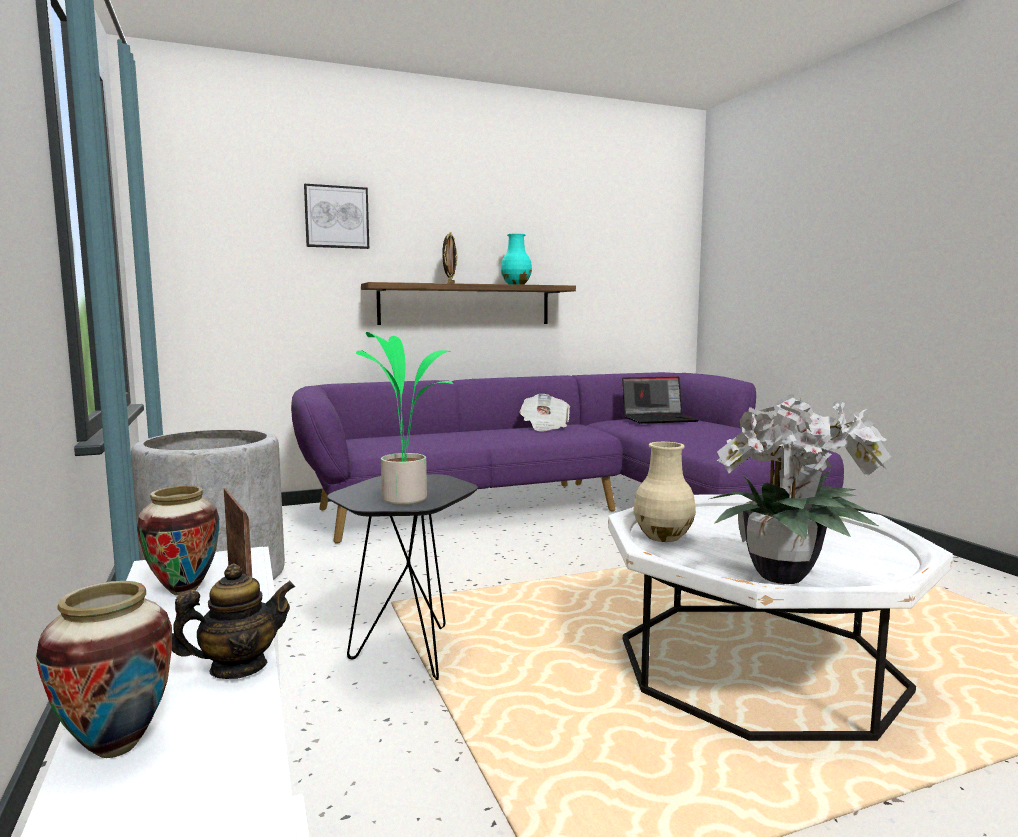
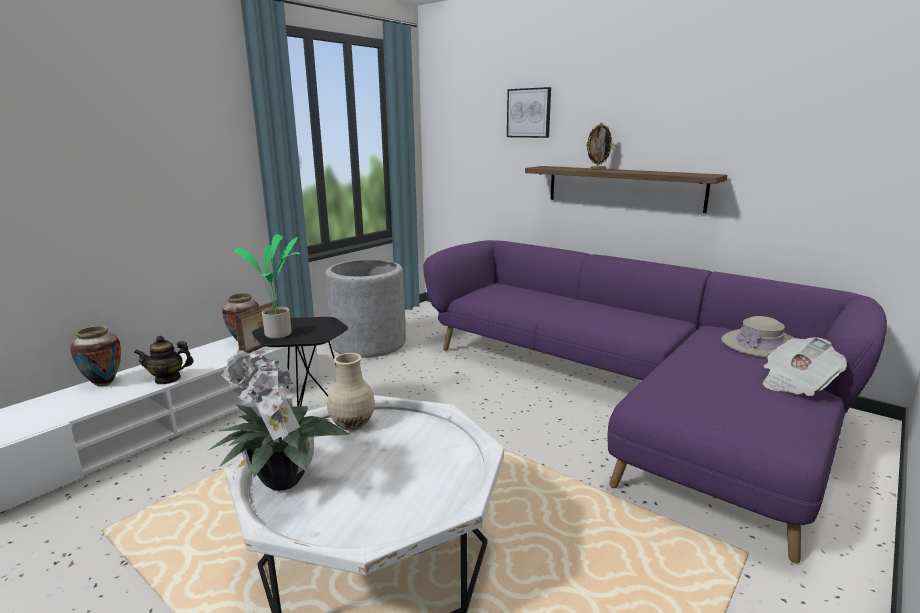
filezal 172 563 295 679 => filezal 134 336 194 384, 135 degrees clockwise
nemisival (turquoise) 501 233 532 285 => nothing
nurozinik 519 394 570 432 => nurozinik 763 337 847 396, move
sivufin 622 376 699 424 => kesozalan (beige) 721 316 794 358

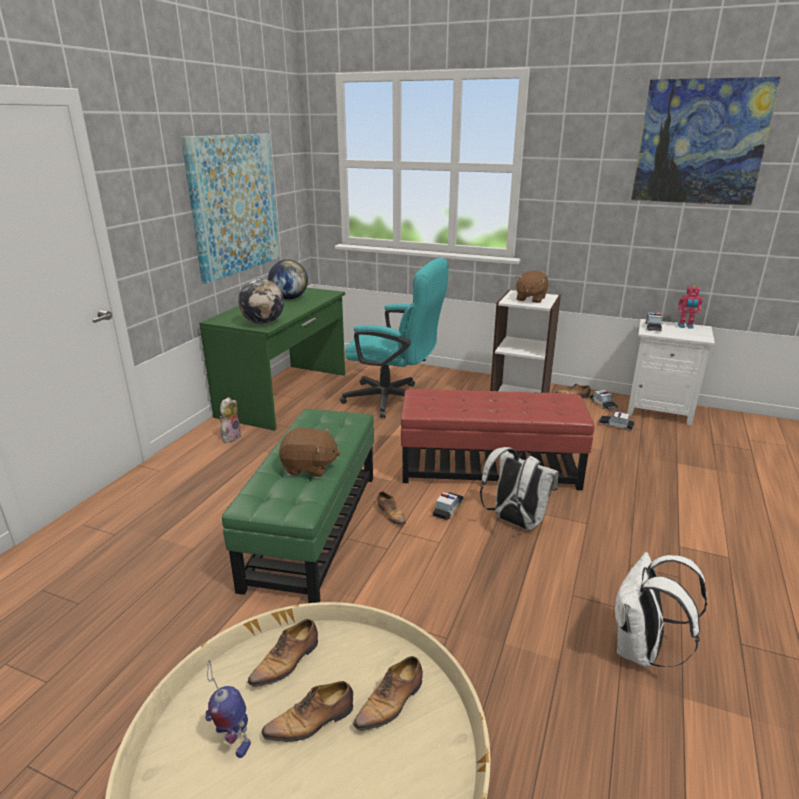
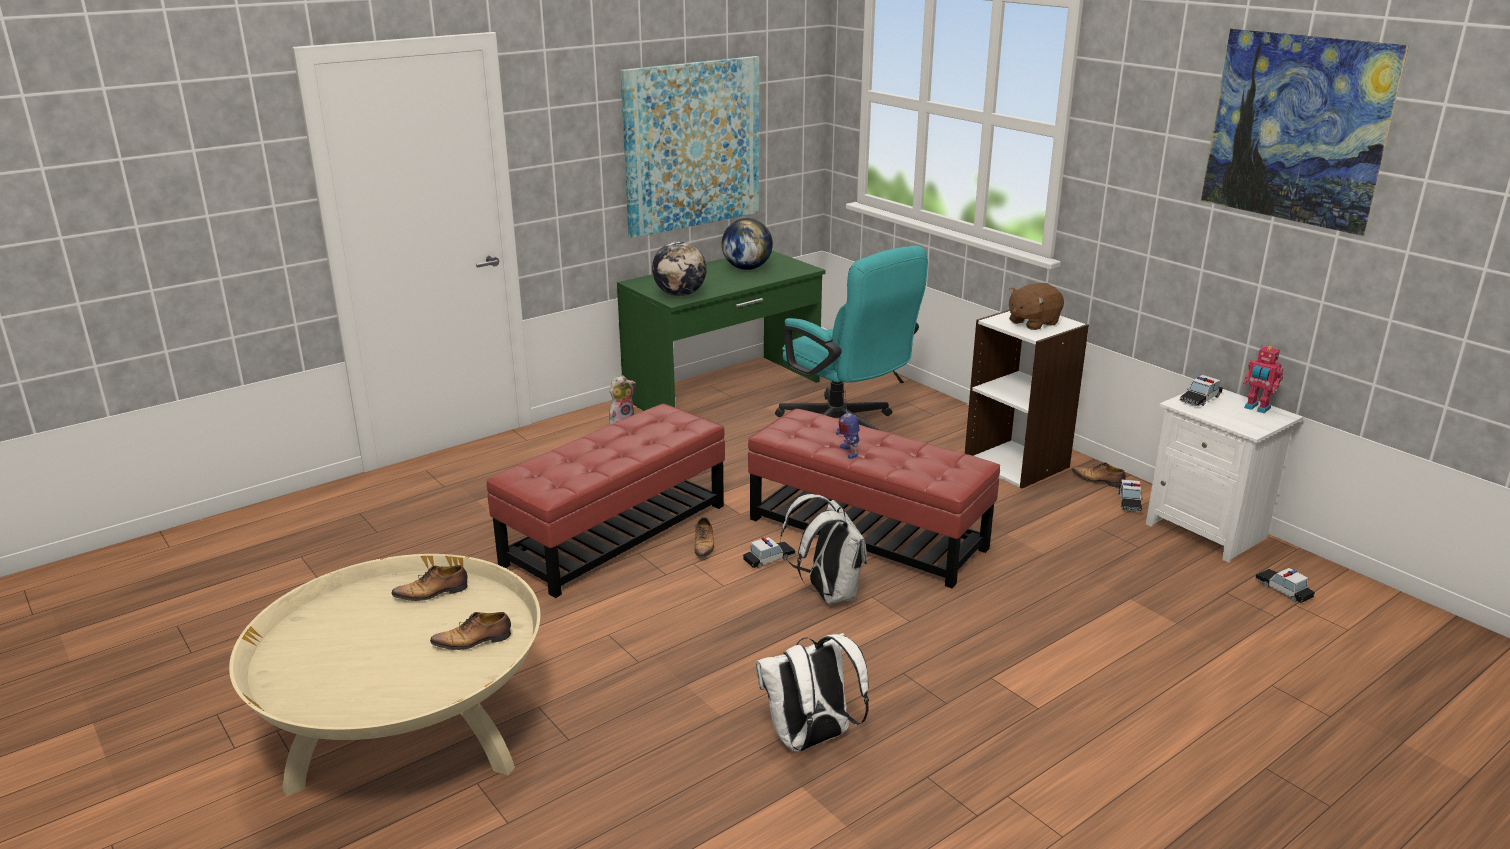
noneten 205 661 251 758 => noneten 836 390 860 459, move
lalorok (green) 222 409 374 603 => lalorok (red) 486 404 725 598
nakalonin 261 681 353 742 => nothing
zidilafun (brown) 279 427 341 477 => nothing
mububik 599 411 634 431 => mububik 1255 568 1315 603, move

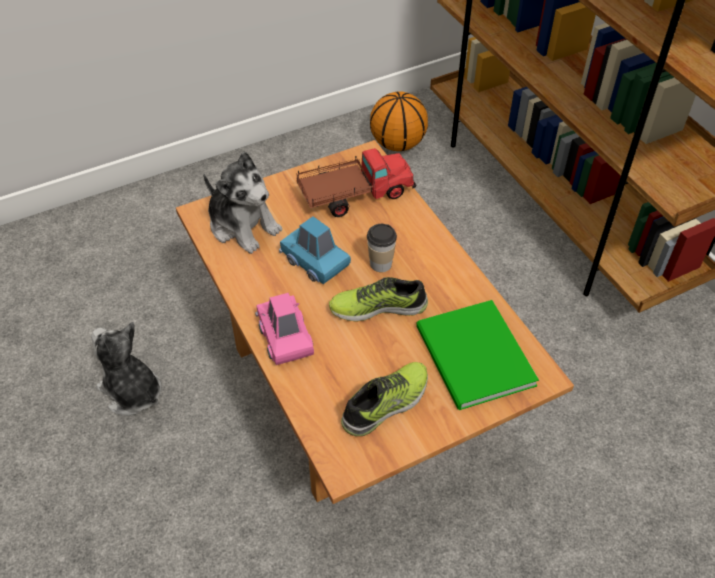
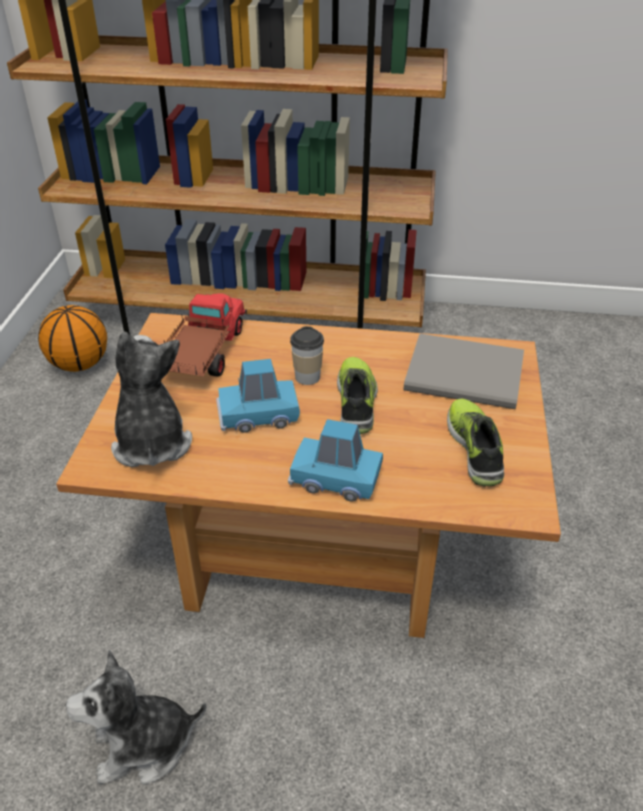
zidilafun 203 152 282 254 => zidilafun 111 331 192 467, 90 degrees counterclockwise
mububik (pink) 255 293 314 365 => mububik (blue) 288 419 383 502
nakalonin 329 277 428 322 => nakalonin 337 357 378 434, 150 degrees clockwise
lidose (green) 416 300 539 410 => lidose (grey) 403 334 524 409

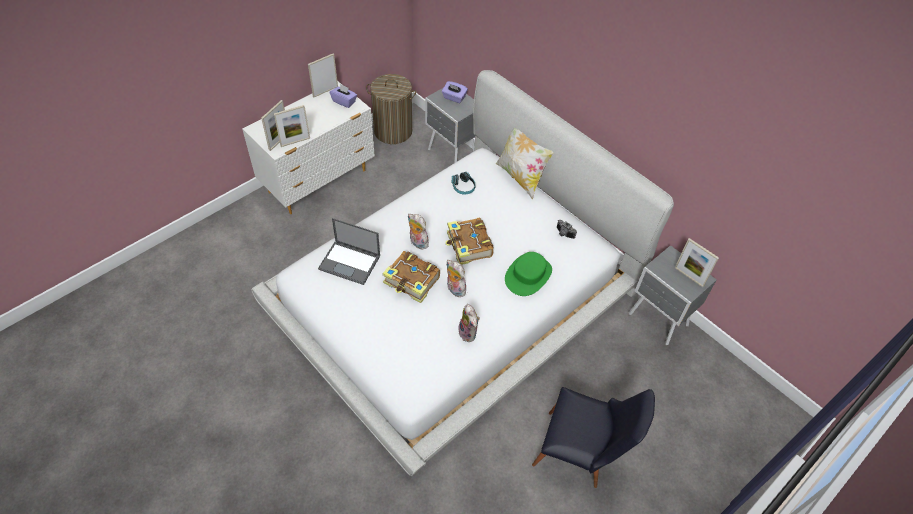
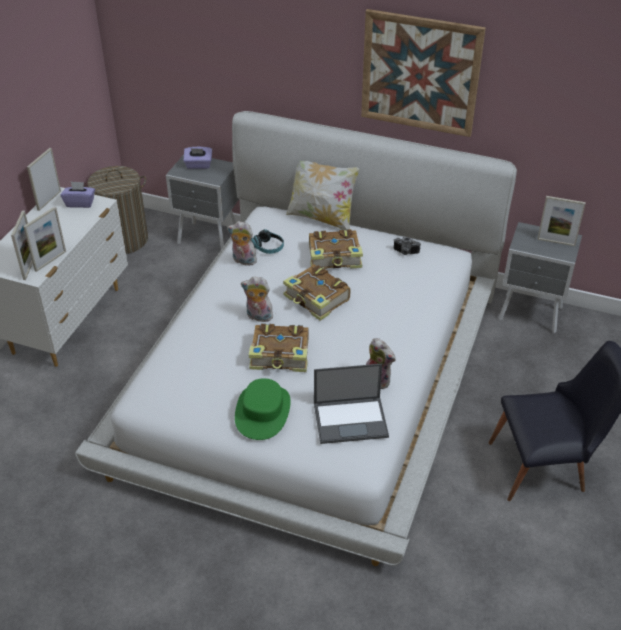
sivufin 318 218 380 285 => sivufin 314 364 389 444, move
zidilafun 447 260 466 297 => zidilafun 227 221 259 266, move
kesozalan (green) 505 252 552 296 => kesozalan (green) 235 378 291 440, move
nothing => lidose 309 229 363 269
nothing => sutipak 361 9 486 137

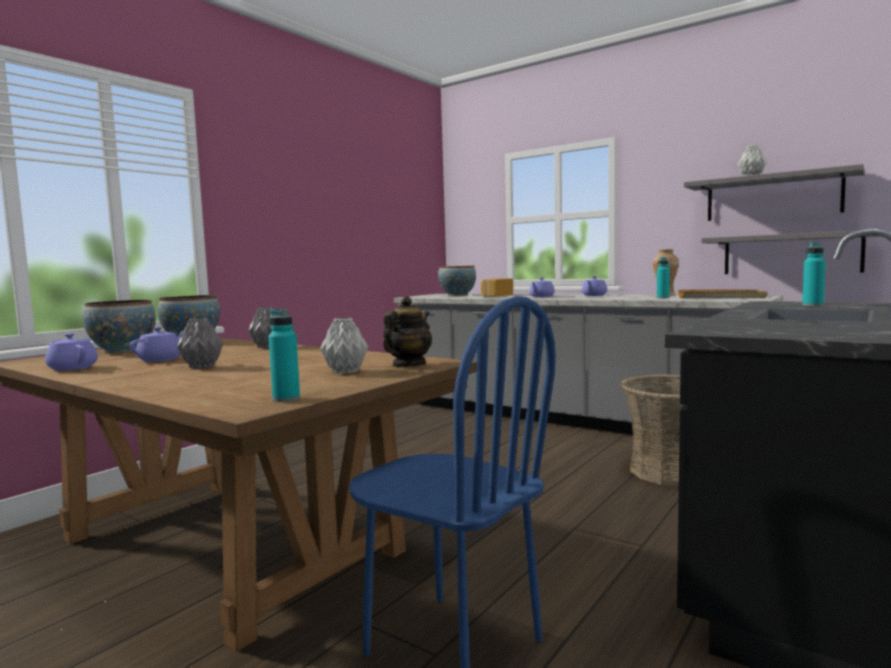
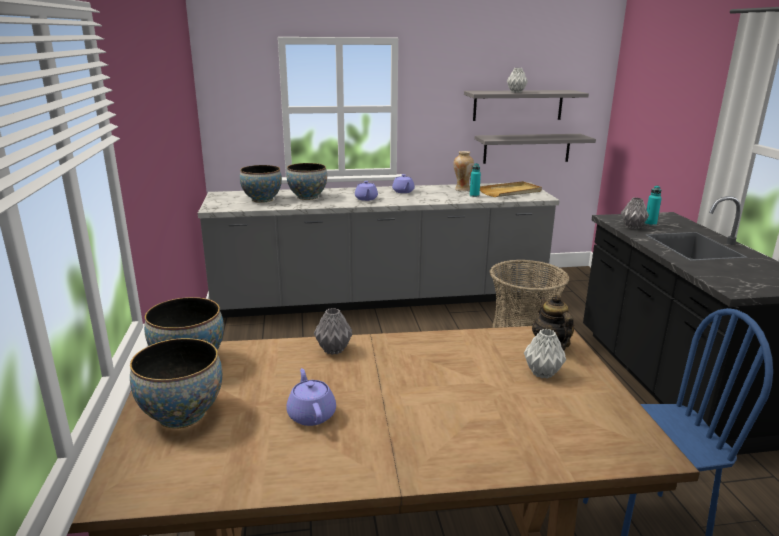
filezal (purple) 45 333 98 371 => nothing
nemisival (grey) 177 318 224 369 => nemisival (grey) 621 198 649 229, move
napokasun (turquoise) 269 309 300 402 => nothing
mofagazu 481 278 513 297 => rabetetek 287 163 327 200

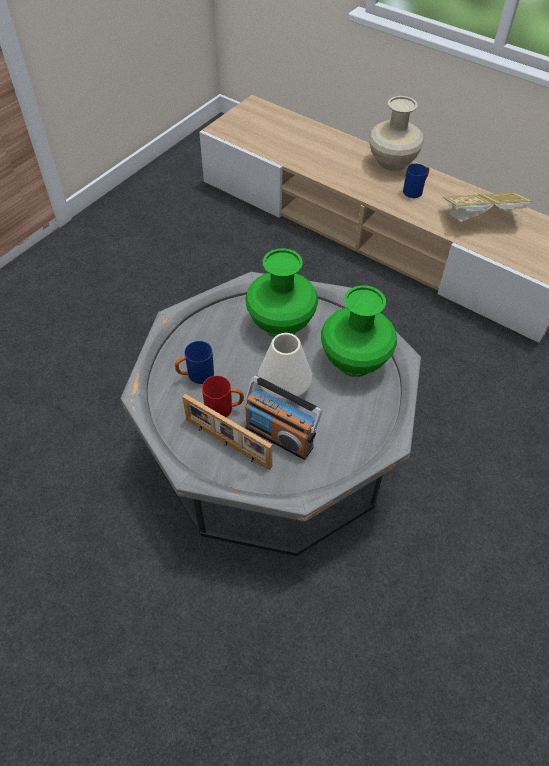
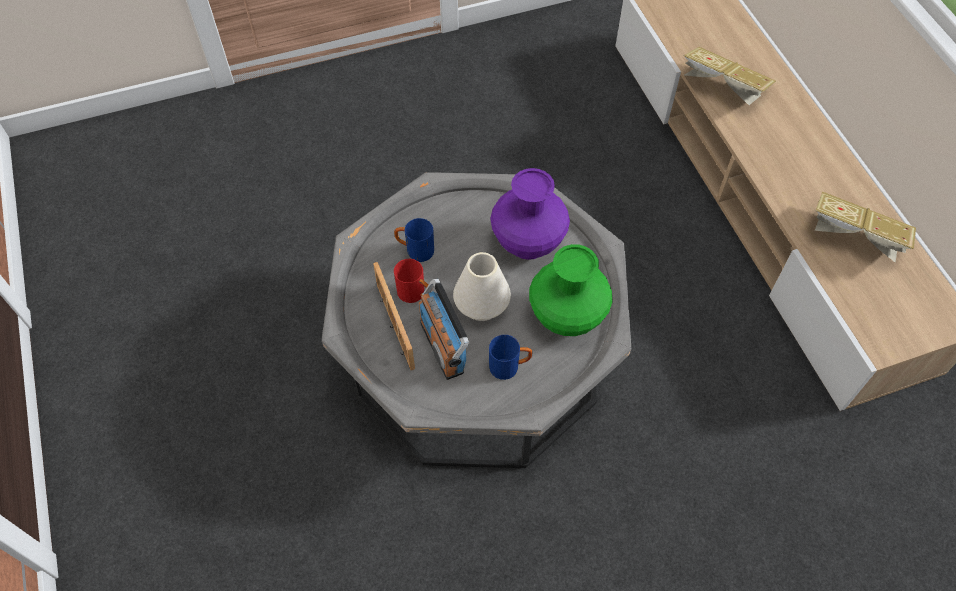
nemisival (green) 245 248 318 337 => nemisival (purple) 490 168 570 260
nemisival (beige) 369 96 424 172 => nothing
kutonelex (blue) 403 164 429 198 => kutonelex (blue) 489 335 532 380, move
nothing => lidose 684 47 776 105

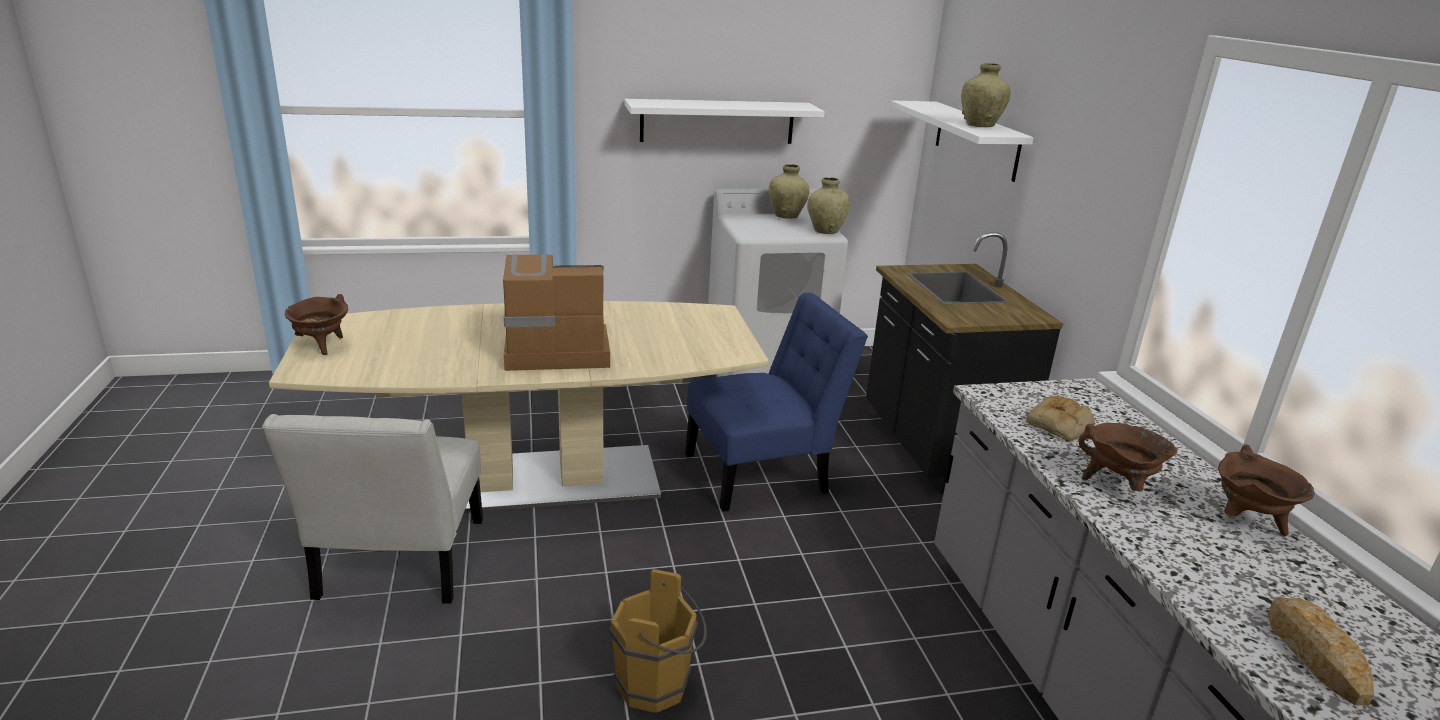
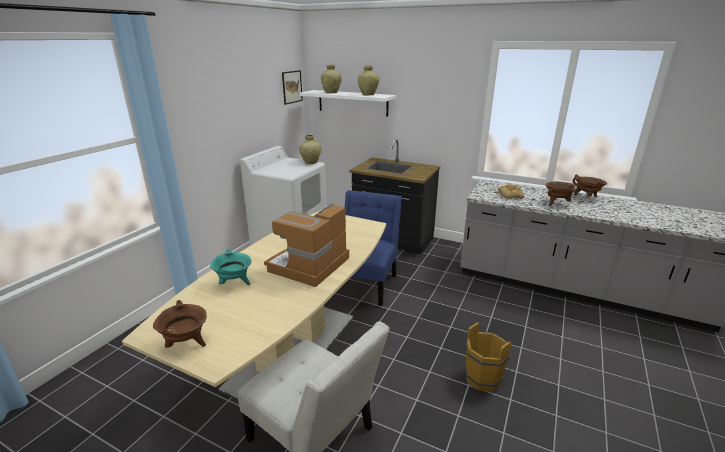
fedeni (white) 625 99 824 144 => nothing
nemisival (beige) 769 164 809 219 => nemisival (beige) 321 65 342 93, move
mofagazu 1267 598 1374 705 => nothing
nothing => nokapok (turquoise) 210 249 251 285
nothing => sutipak 282 70 303 105

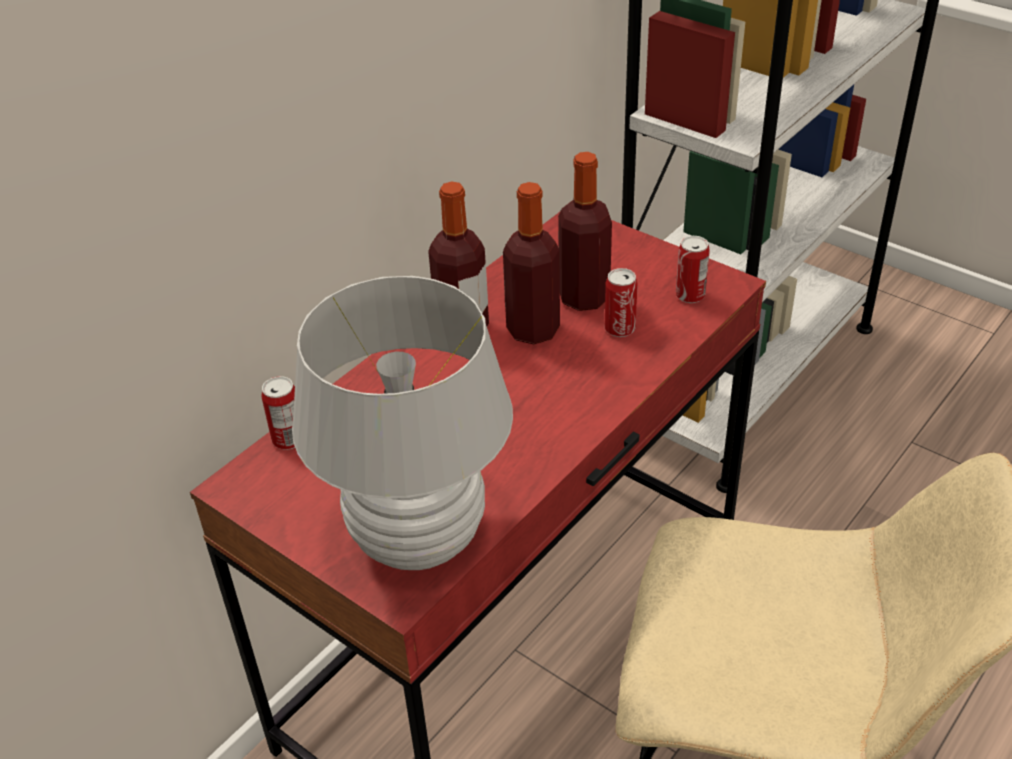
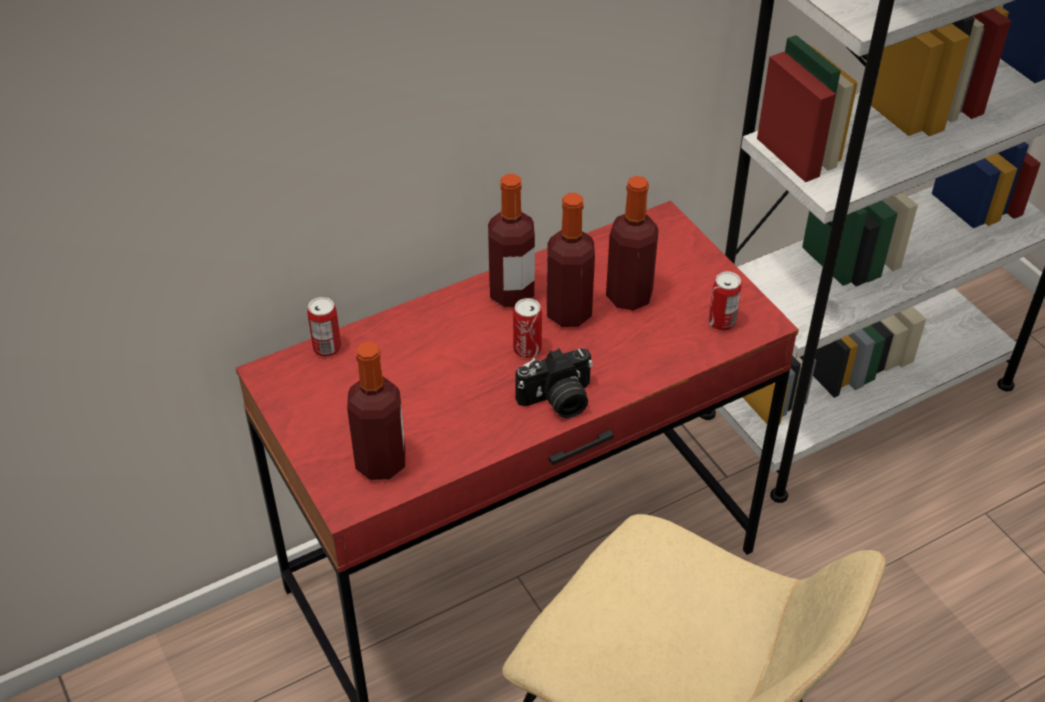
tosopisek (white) 292 276 513 570 => napokasun 347 342 406 480
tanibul 605 268 638 337 => tanibul 513 298 542 358, move
nothing => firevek 515 348 593 418

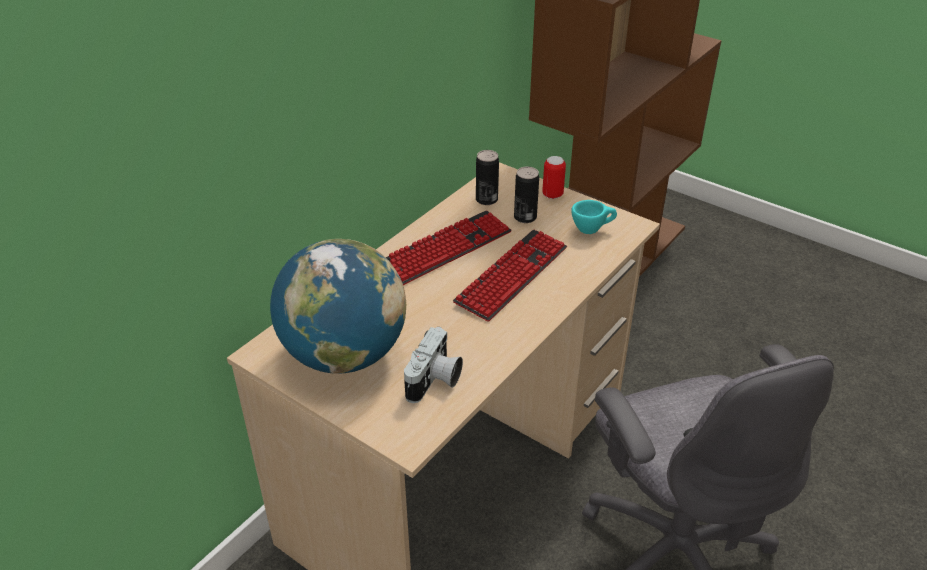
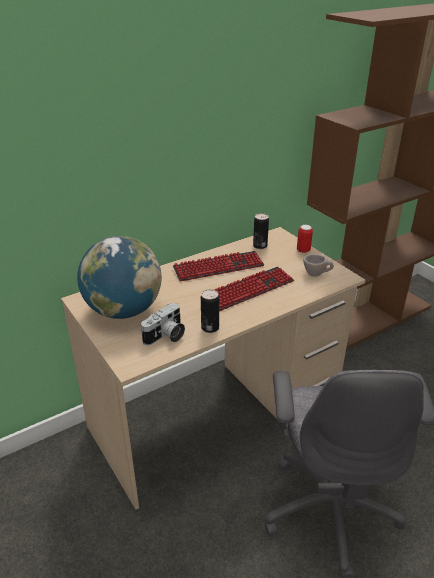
tanibul 514 167 539 223 => tanibul 201 289 219 333, move
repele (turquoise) 571 200 617 234 => repele (beige) 303 254 334 277

